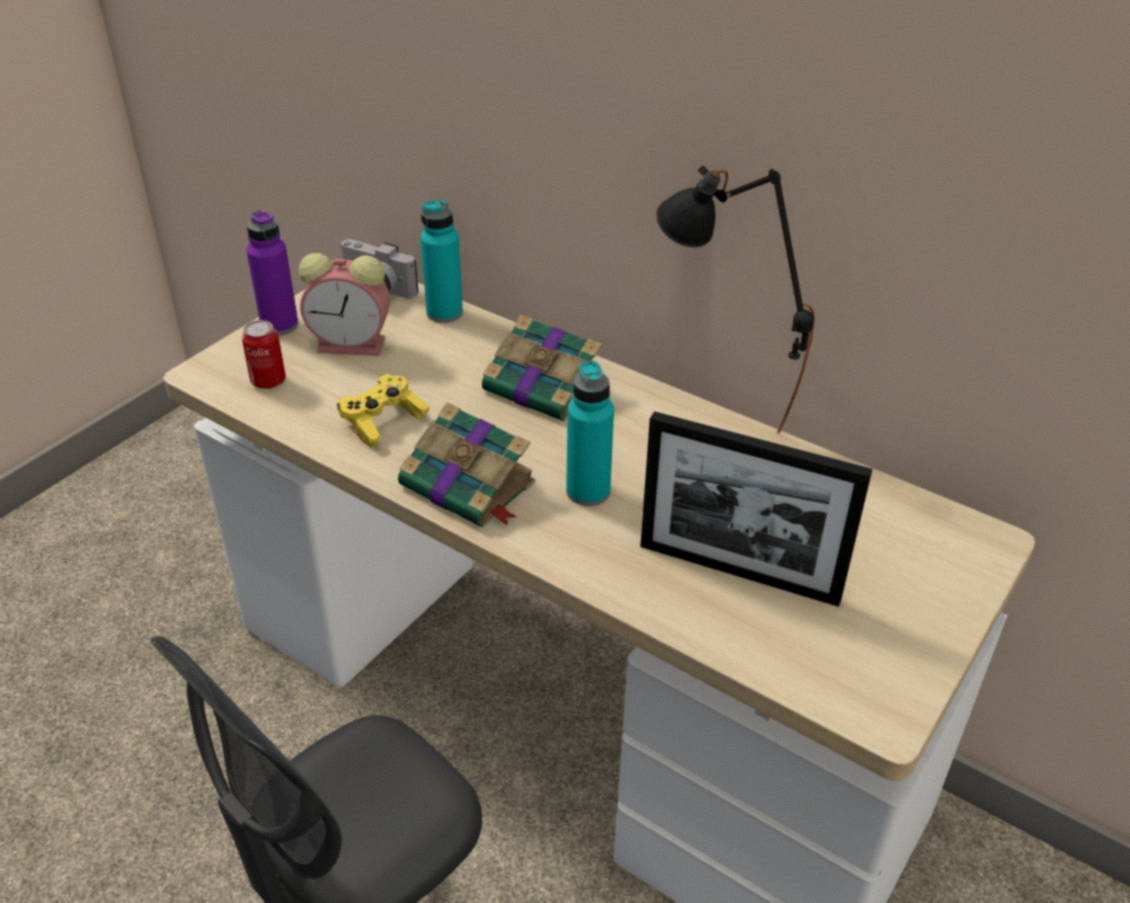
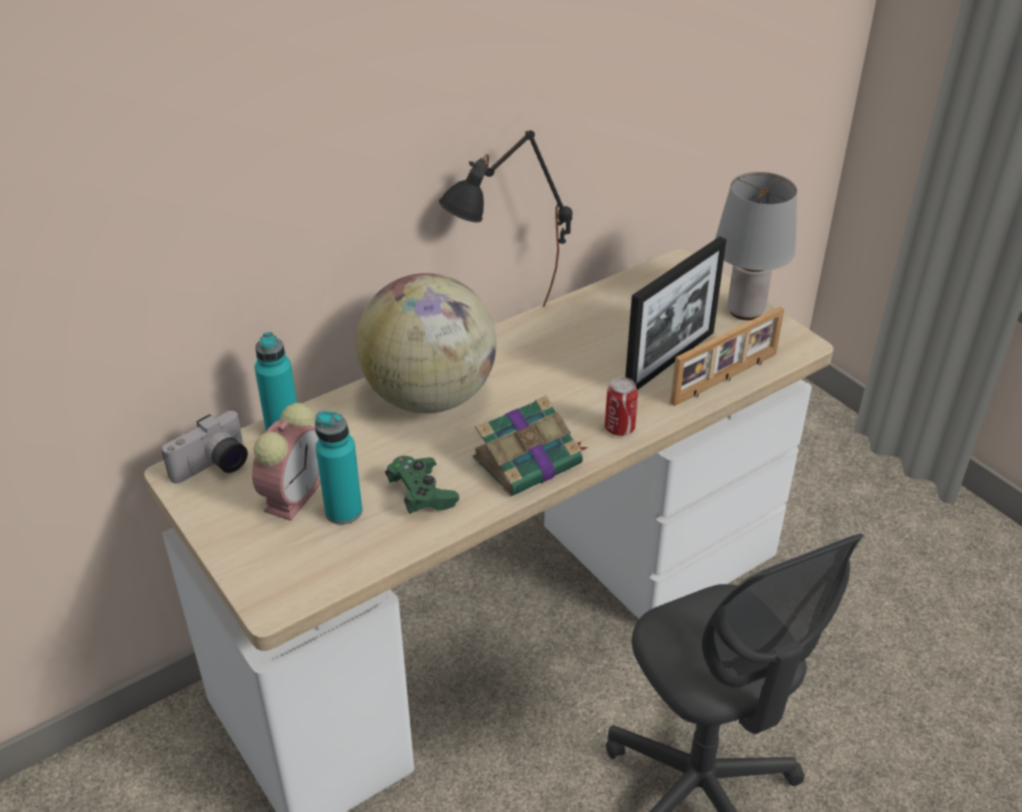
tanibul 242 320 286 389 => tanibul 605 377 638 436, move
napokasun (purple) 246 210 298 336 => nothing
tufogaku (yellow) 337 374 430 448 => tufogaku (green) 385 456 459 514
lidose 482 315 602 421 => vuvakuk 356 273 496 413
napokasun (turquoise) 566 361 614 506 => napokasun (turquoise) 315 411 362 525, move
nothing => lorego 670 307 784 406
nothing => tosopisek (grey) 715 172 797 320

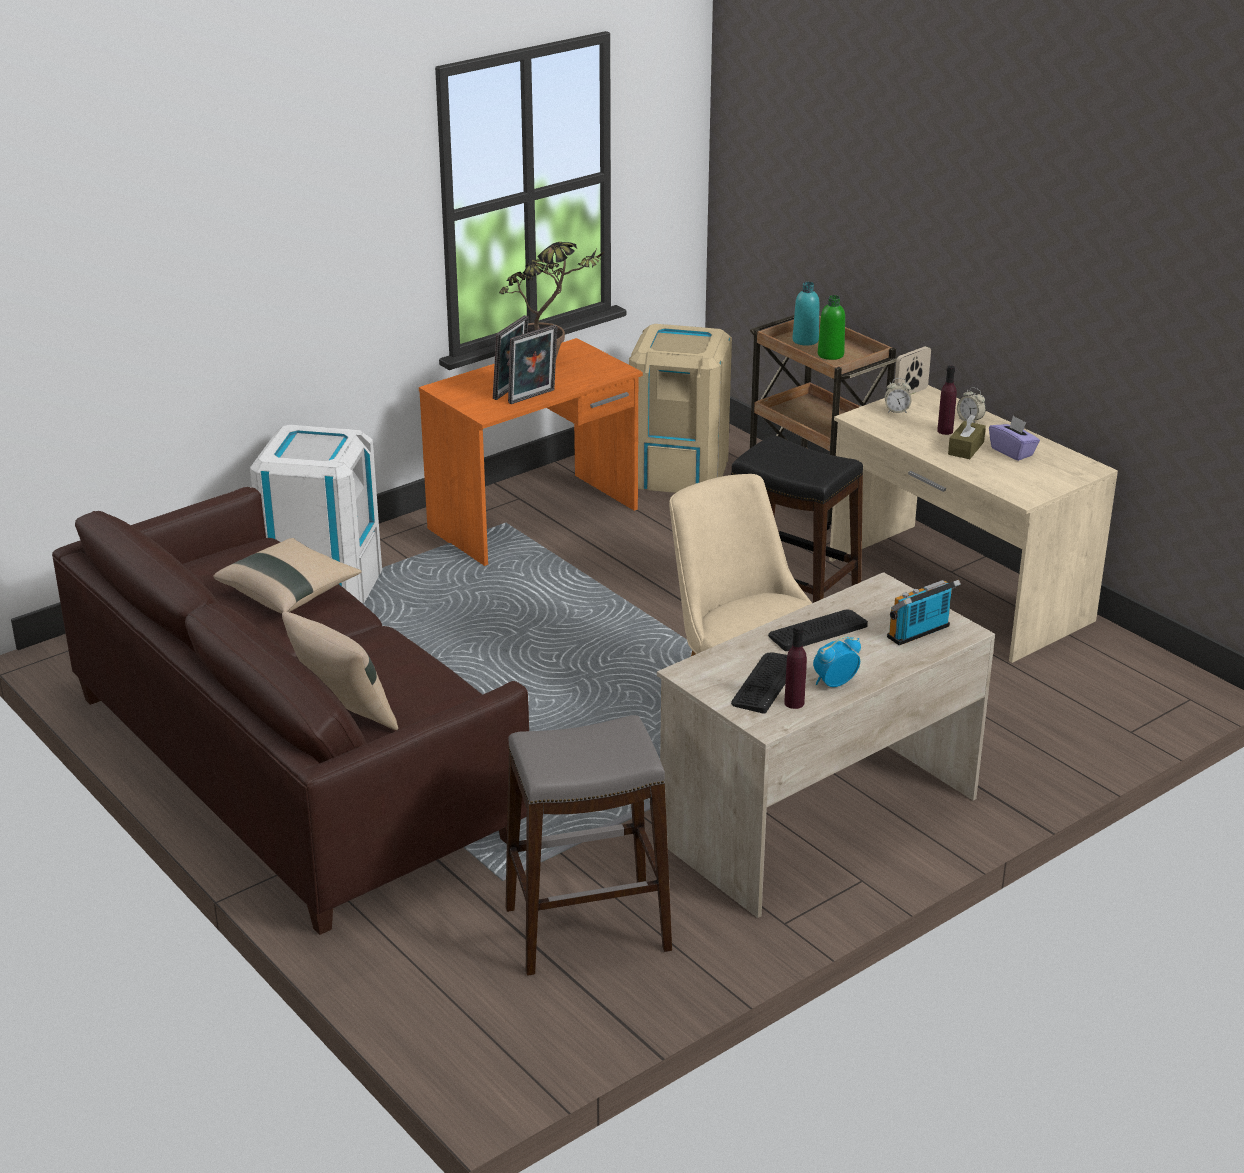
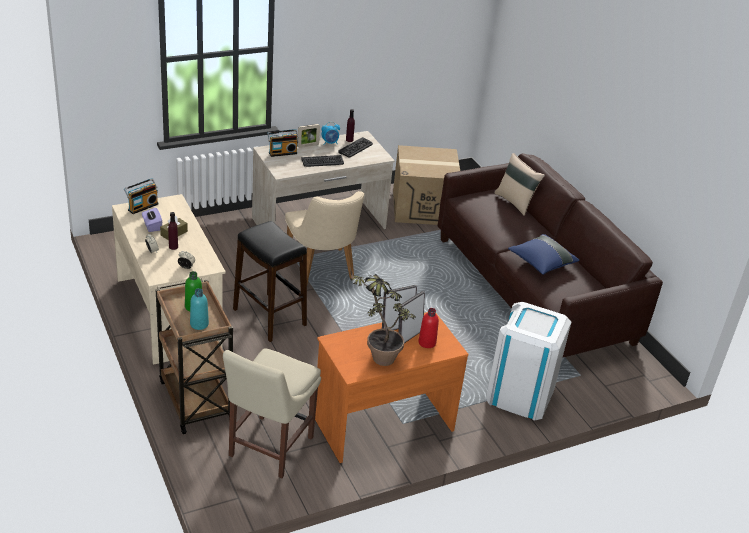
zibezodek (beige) 213 538 362 614 => zibezodek (blue) 508 234 579 275
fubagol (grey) 505 715 672 976 => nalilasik 393 145 460 225
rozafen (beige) 629 324 732 493 => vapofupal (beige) 223 348 321 478
lorego 895 346 931 395 => lorego 297 124 320 148, move
nothing => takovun 124 178 159 214
nothing => napokasun (red) 418 308 439 348

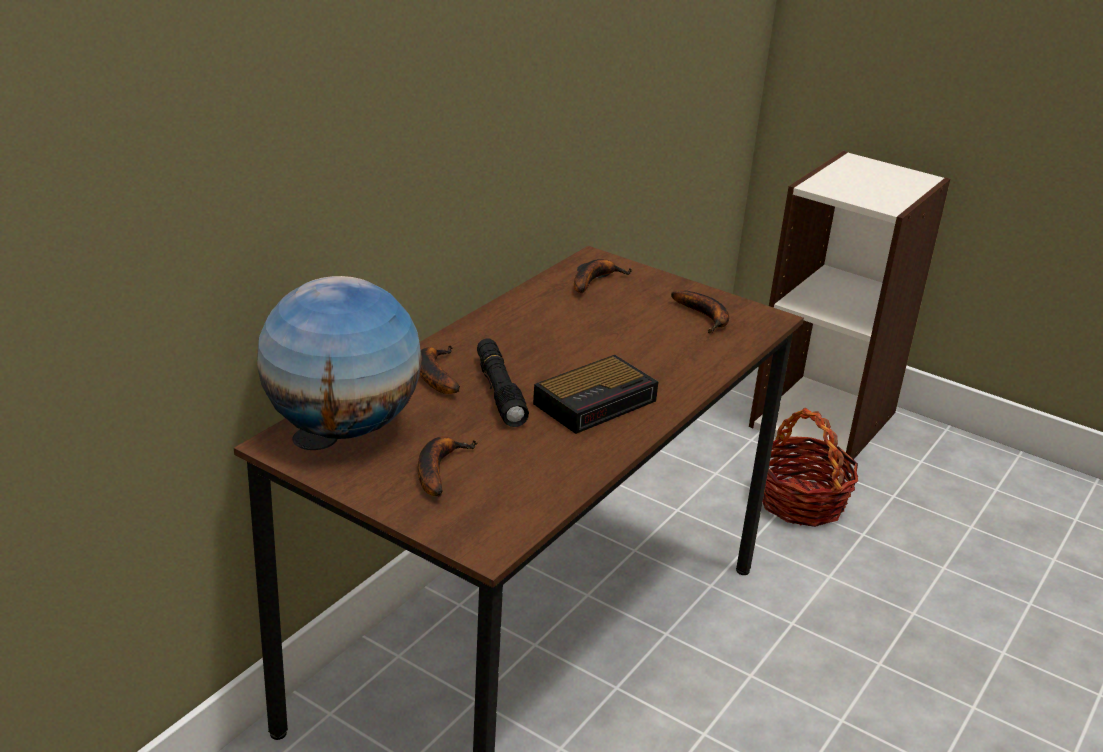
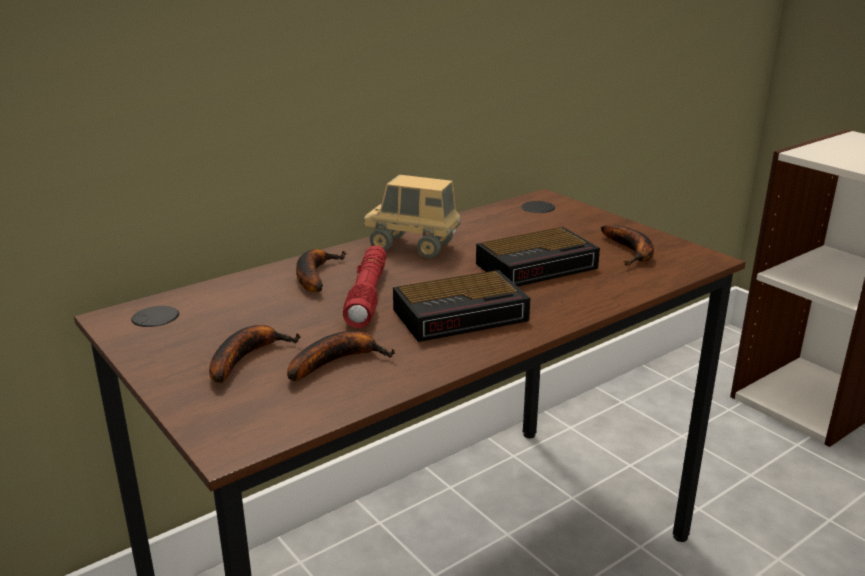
vuvakuk 257 276 422 439 => nothing
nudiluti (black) 477 339 529 427 => nudiluti (red) 343 245 386 328
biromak 574 259 632 293 => biromak 287 331 395 381, move
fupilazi 763 408 858 527 => nothing
nothing => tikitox 364 175 461 258
nothing => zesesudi 476 227 600 287

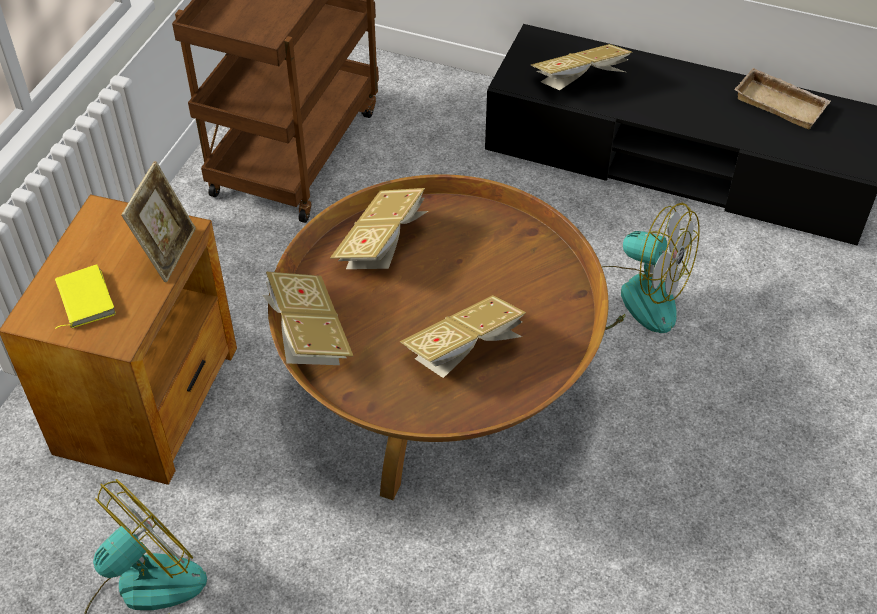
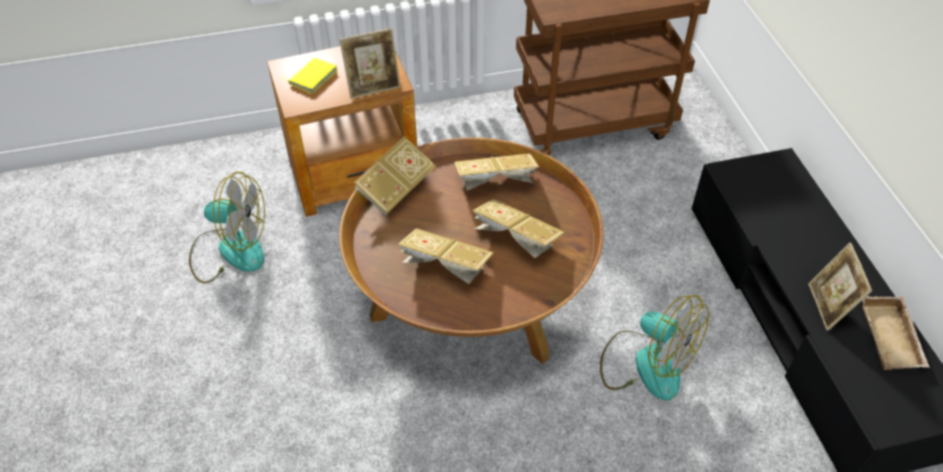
lidose 531 44 632 90 => lidose 472 199 565 258, move
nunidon 603 203 700 333 => nunidon 600 295 709 401, 45 degrees counterclockwise
nothing => lorego 808 243 872 331

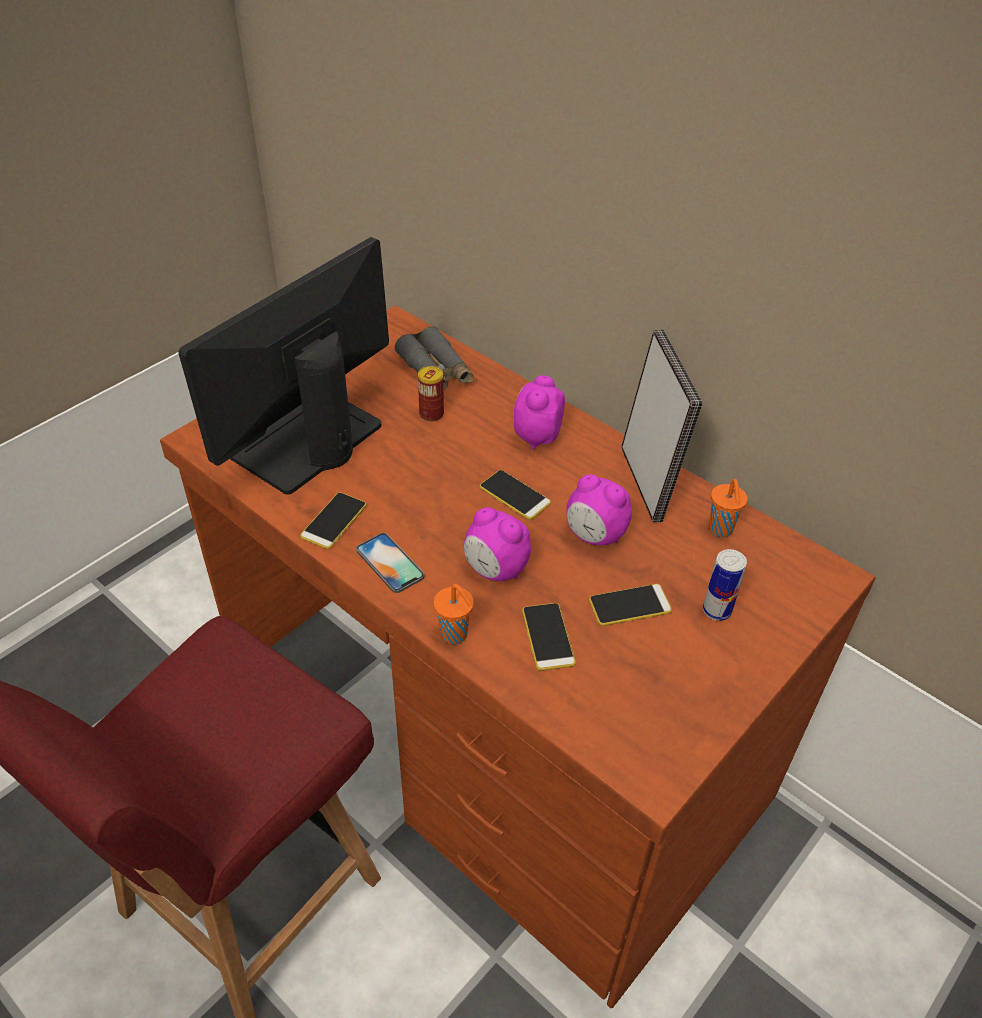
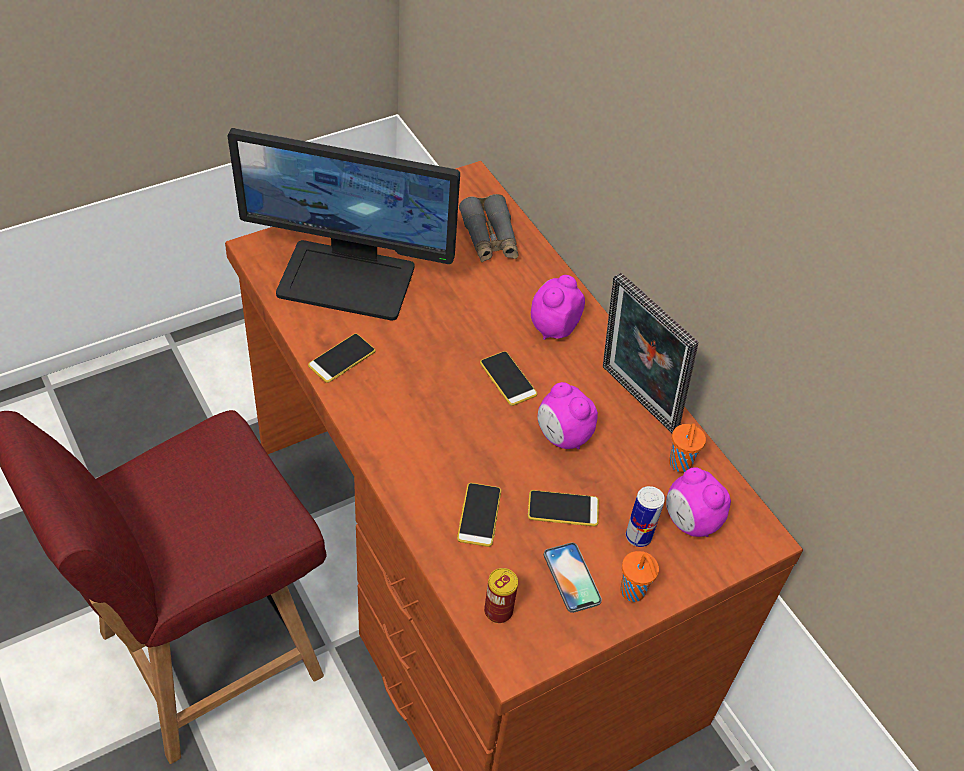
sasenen 178 237 389 495 => sasenen 228 128 460 321, 135 degrees counterclockwise
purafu 356 533 424 593 => purafu 544 542 602 613, move
tanibul 418 366 444 422 => tanibul 484 568 518 623, move
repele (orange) 434 584 474 644 => repele (orange) 620 551 659 602, move
zesesudi 464 507 531 581 => zesesudi 666 467 731 537, move
lorego 621 329 703 523 => lorego 603 273 698 433, 135 degrees clockwise

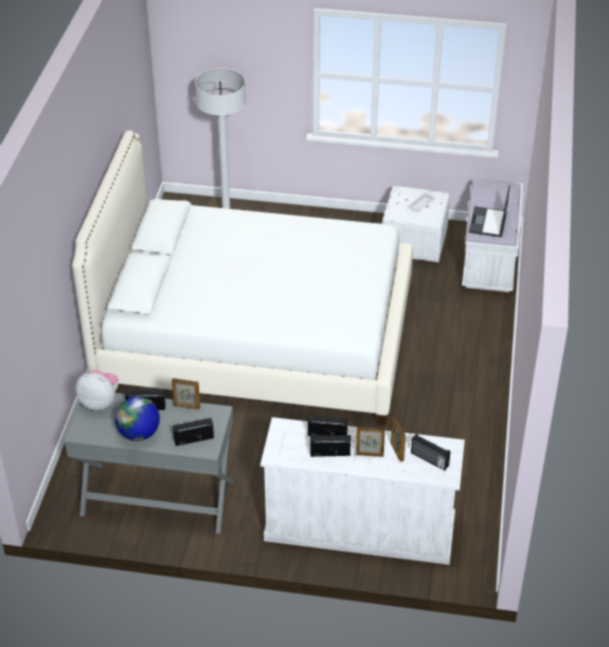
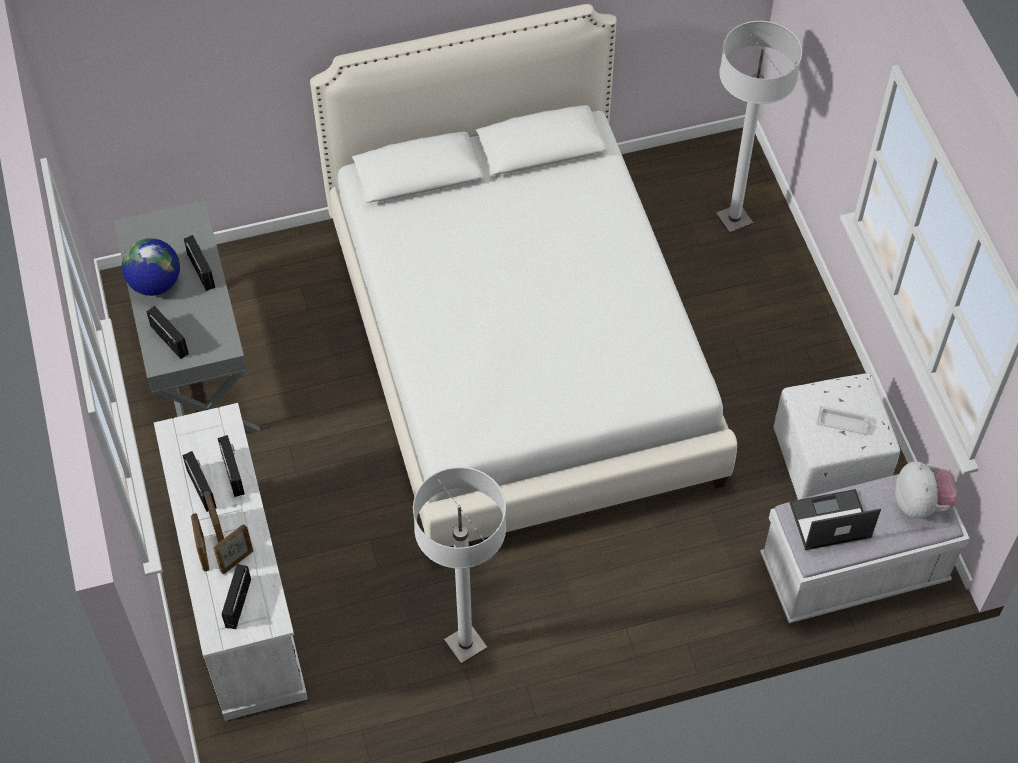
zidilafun 75 370 118 410 => zidilafun 895 461 957 519, move
lorego 172 378 200 410 => lorego 191 513 209 571, move
nothing => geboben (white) 413 467 506 665

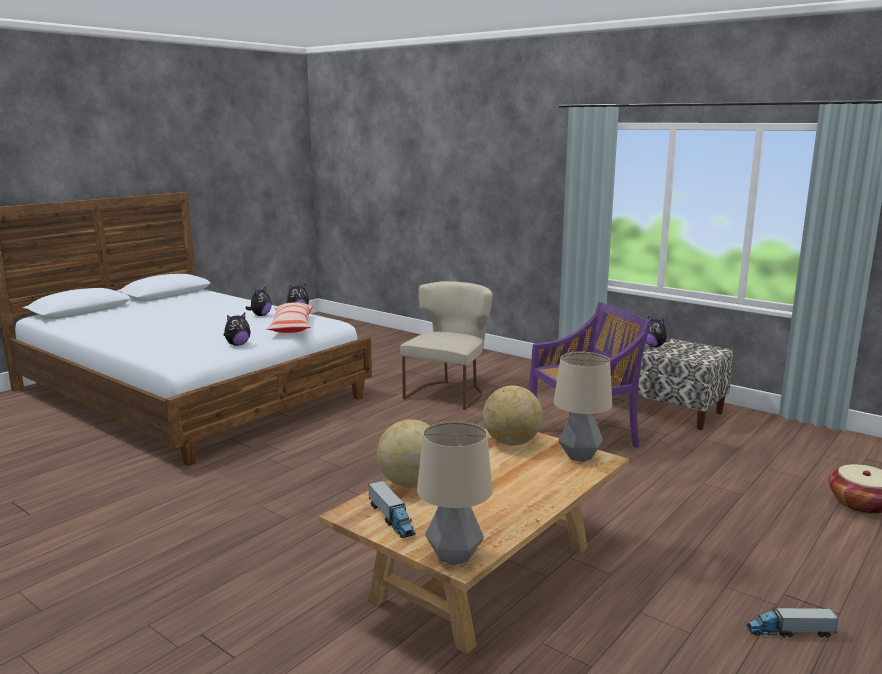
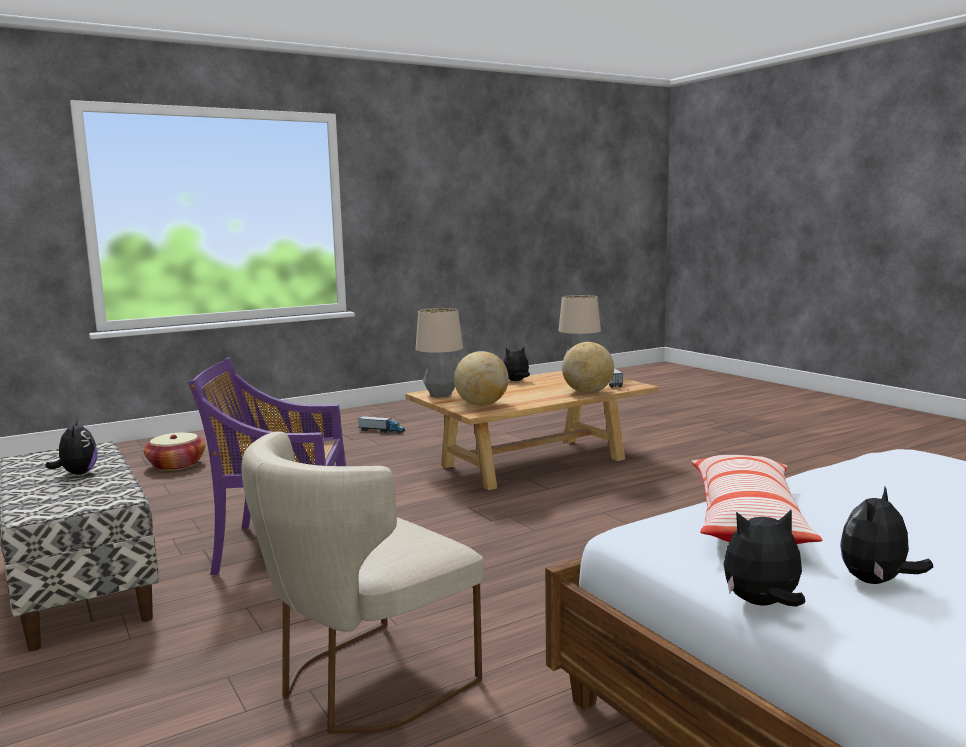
zidilafun 224 312 251 346 => zidilafun 503 347 530 381, move

